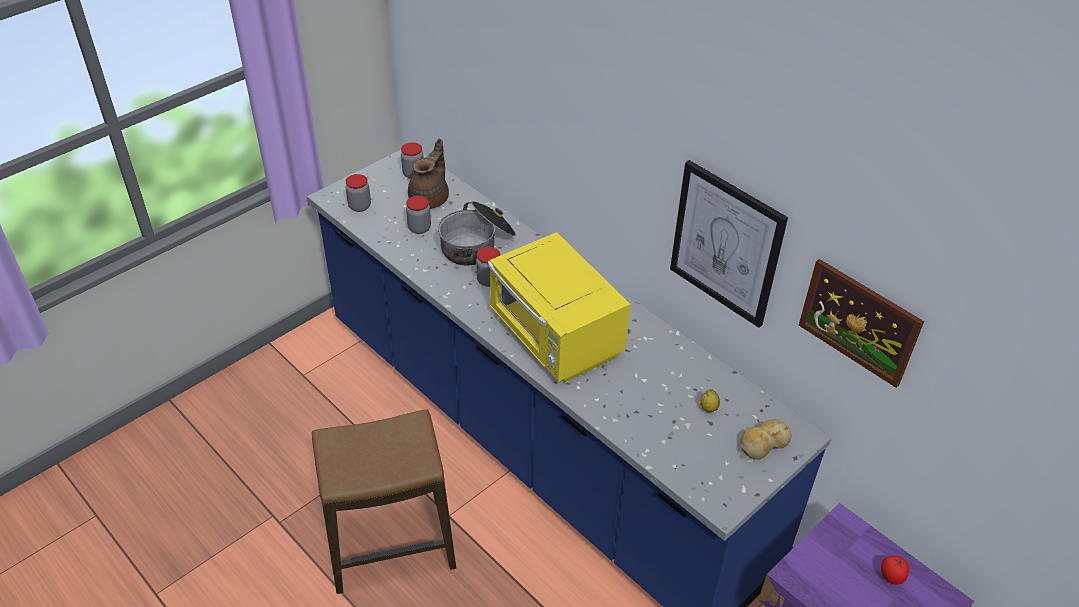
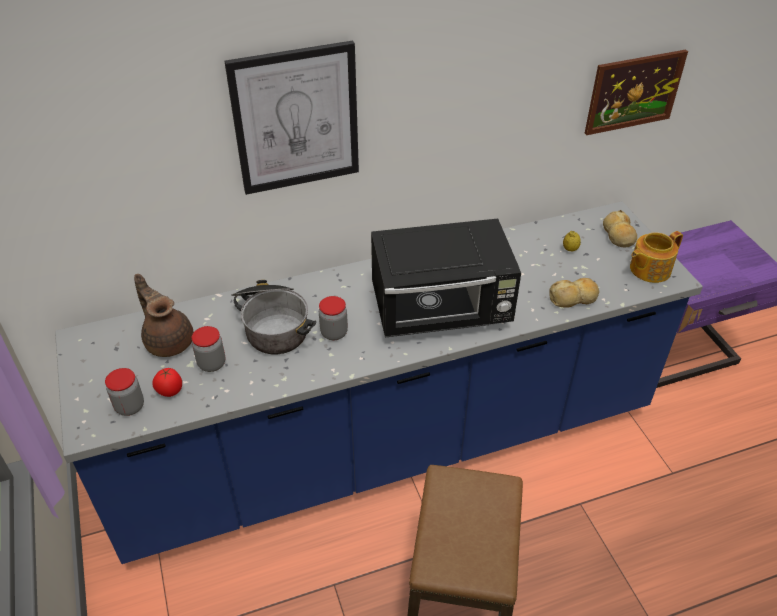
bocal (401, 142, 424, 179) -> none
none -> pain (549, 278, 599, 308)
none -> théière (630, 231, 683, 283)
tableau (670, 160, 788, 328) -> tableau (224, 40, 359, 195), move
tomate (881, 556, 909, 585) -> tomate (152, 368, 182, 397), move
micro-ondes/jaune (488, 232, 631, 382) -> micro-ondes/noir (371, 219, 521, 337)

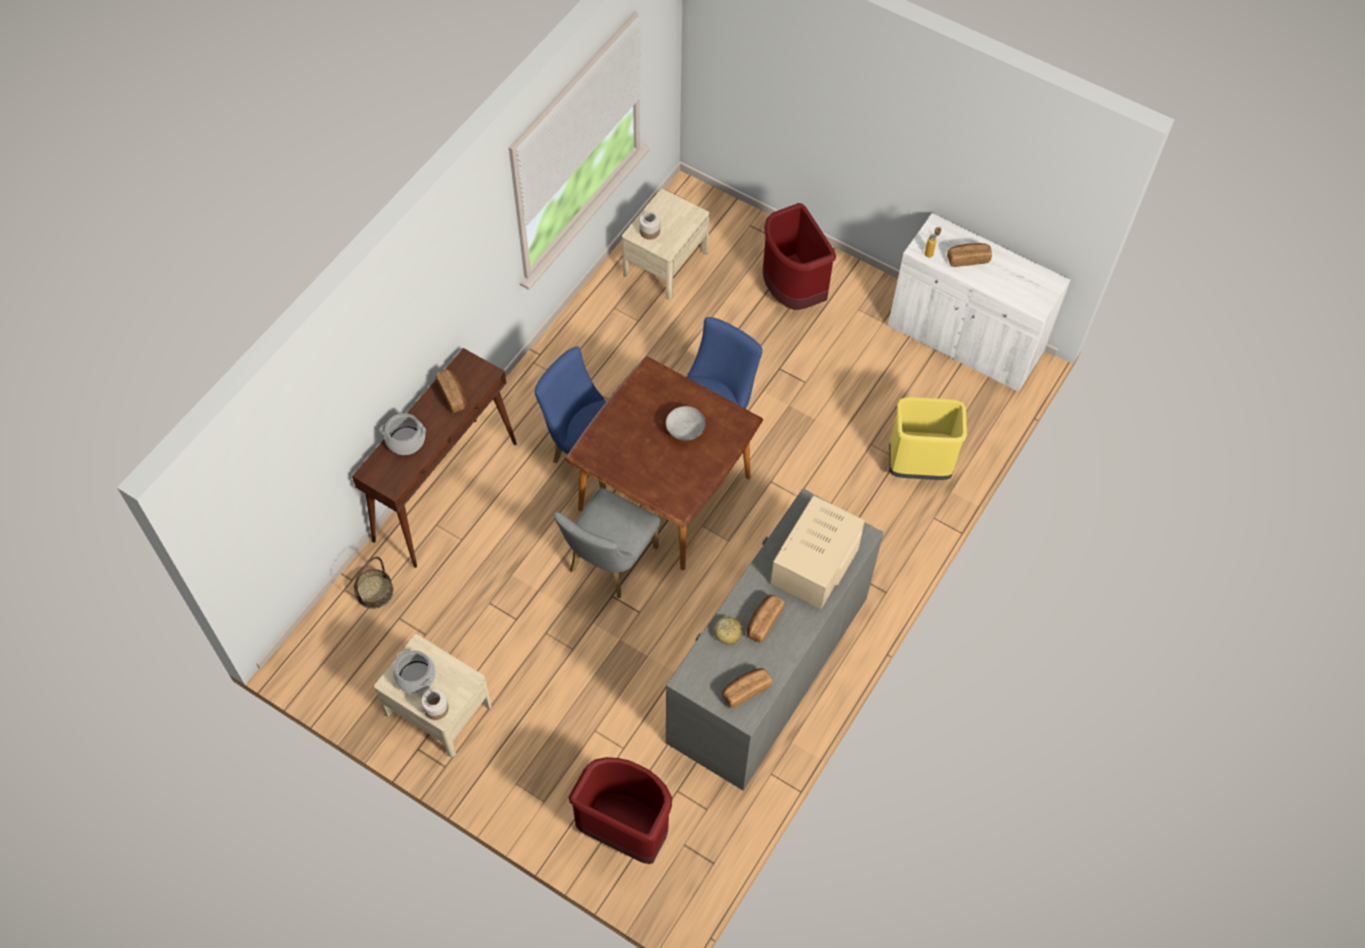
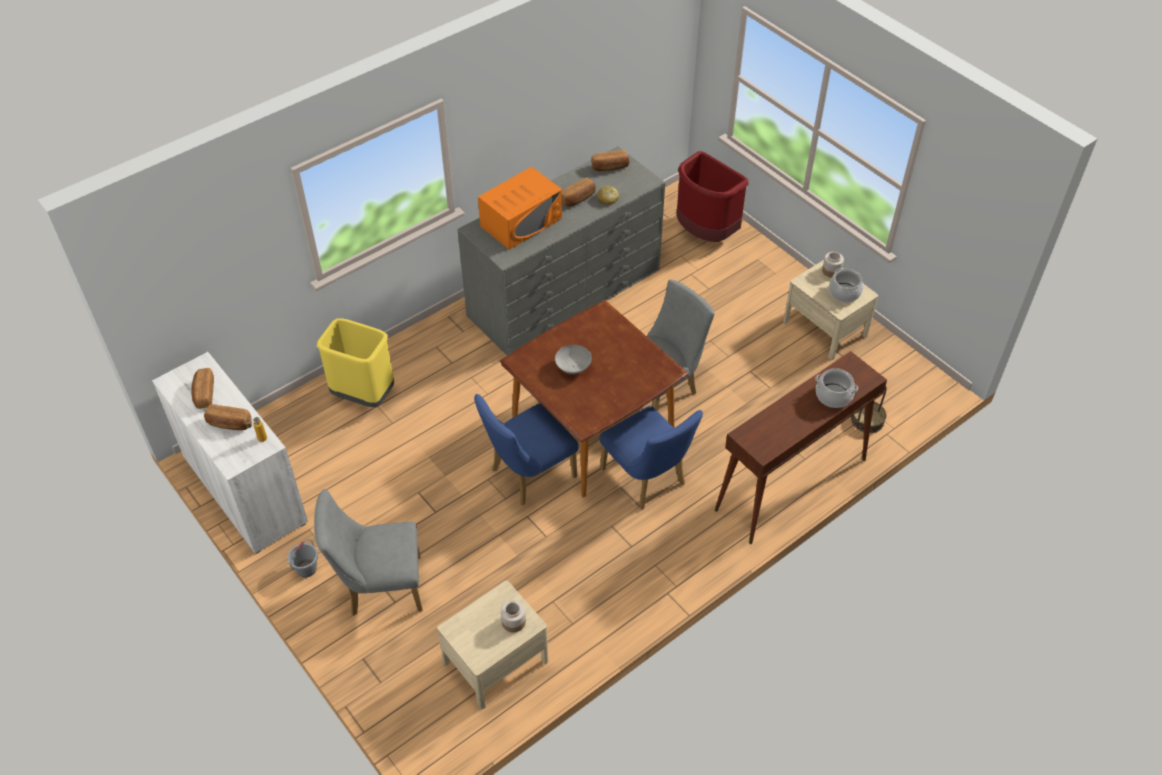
none -> seau/gris (287, 539, 318, 577)
pain (436, 369, 467, 413) -> pain (191, 368, 214, 409), move
poubelle/rouge (763, 203, 836, 310) -> chaise/gris (314, 489, 423, 616)
micro-ondes/beige (770, 496, 865, 610) -> micro-ondes/orange (478, 166, 562, 250)

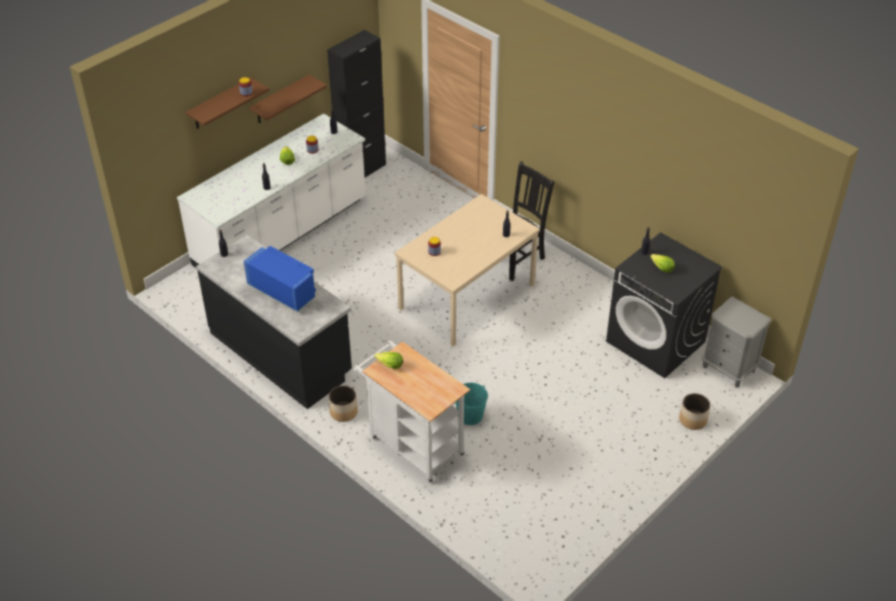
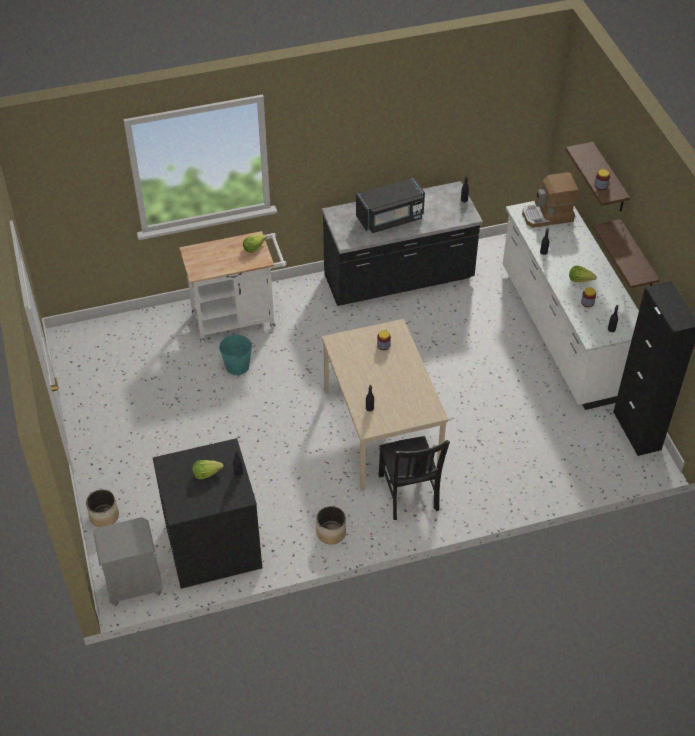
none -> machine à café (522, 172, 579, 228)
cache-pot (329, 386, 358, 422) -> cache-pot (316, 506, 346, 544), move
micro-ondes/bleu (244, 246, 316, 312) -> micro-ondes/noir (356, 178, 425, 233)

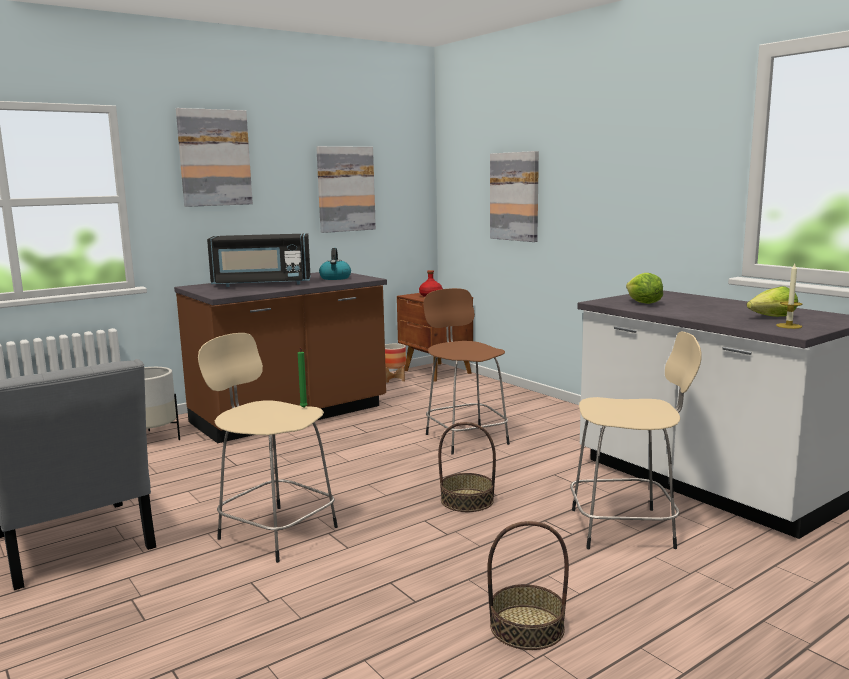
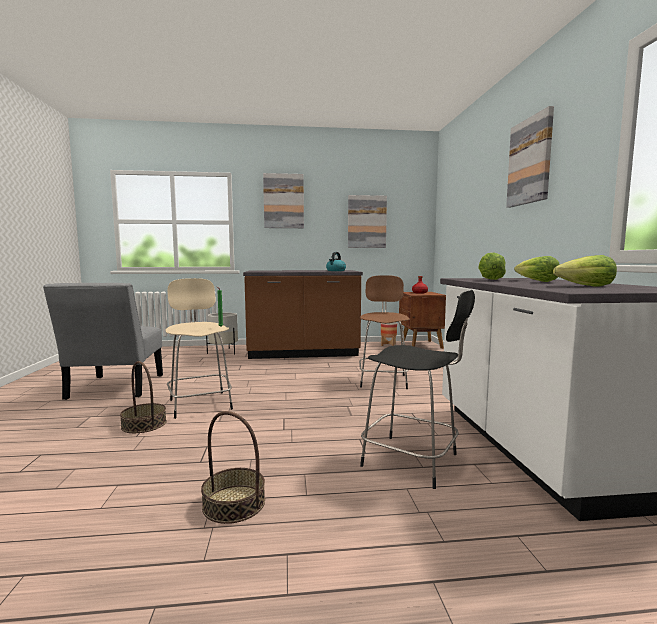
micro-ondes/noir (207, 233, 311, 287) -> none
bougie (776, 264, 802, 329) -> none
none -> laitue (514, 256, 560, 282)
panier (438, 422, 496, 512) -> panier (120, 361, 167, 433), move
tableau (490, 151, 539, 242) -> tableau (506, 106, 554, 208), move
tabouret/beige (570, 332, 702, 549) -> tabouret/noir (360, 290, 475, 489)

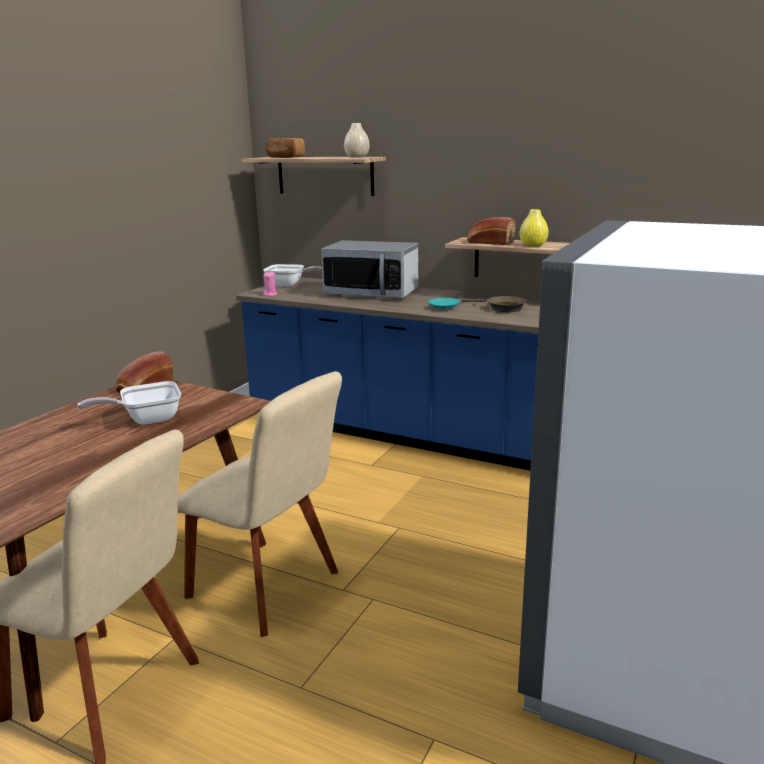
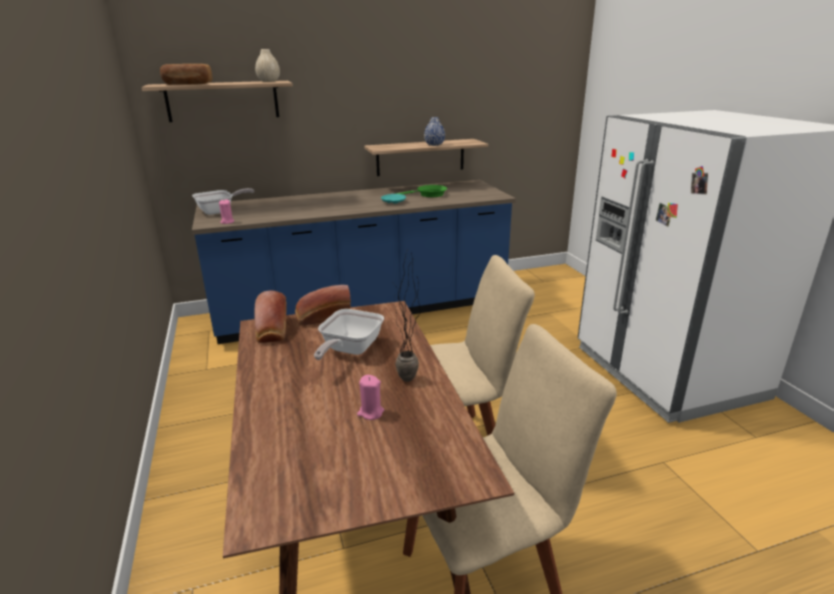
micro-ondes (321, 240, 418, 299) -> none
none -> bougie/rose (357, 375, 384, 420)
none -> plante en pot (394, 248, 420, 382)
pain (467, 217, 516, 245) -> pain (295, 285, 351, 325), move
poêle/marron (462, 296, 527, 312) -> poêle/vert (395, 185, 447, 197)
vase/jaune (520, 209, 549, 247) -> vase/bleu (424, 117, 445, 146)

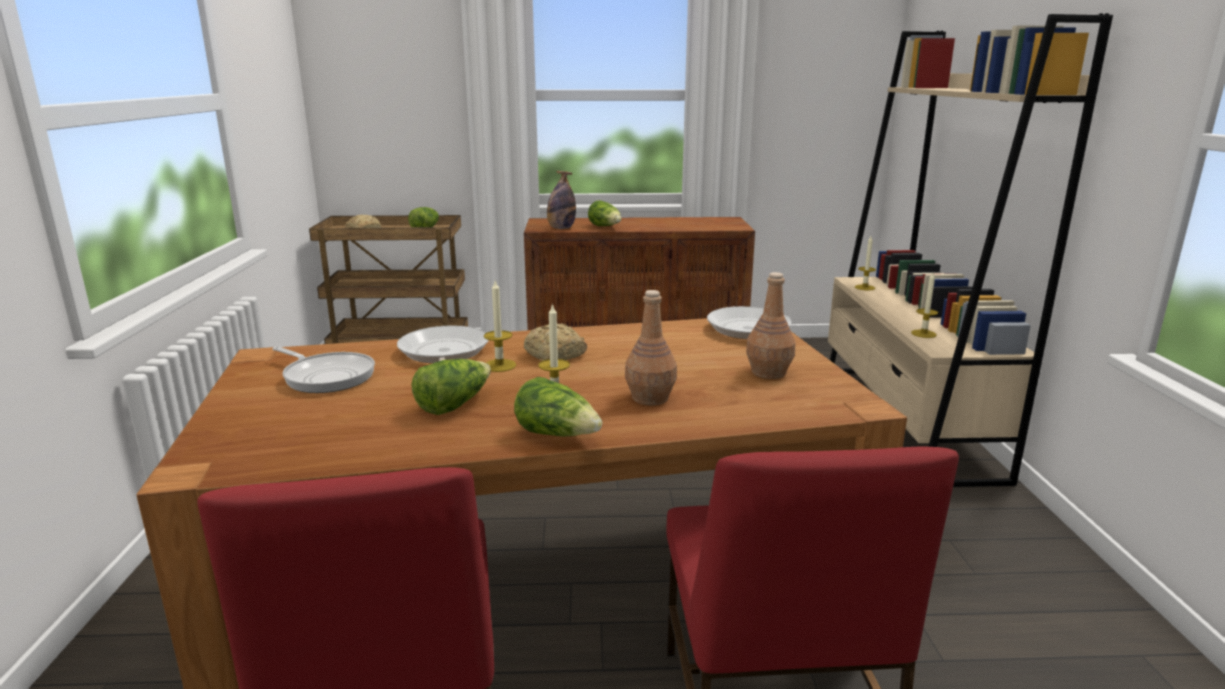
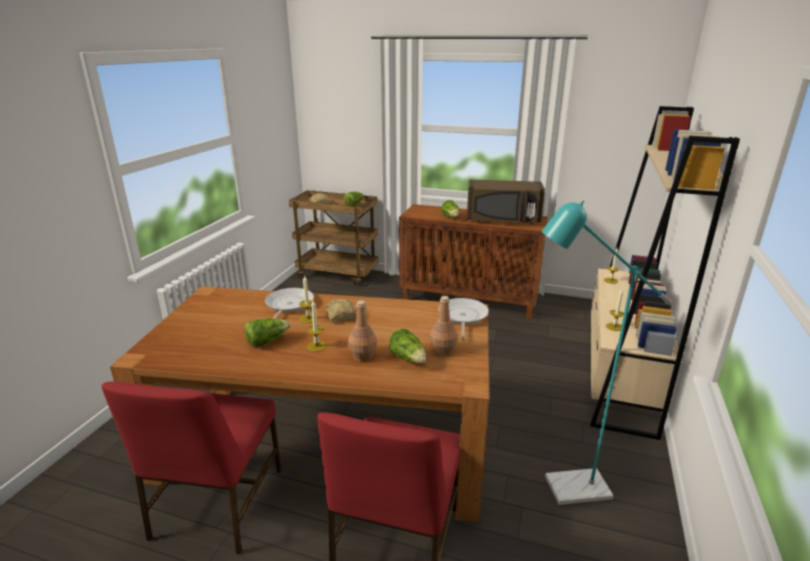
poêle (272, 346, 375, 393) -> none
bouteille (547, 171, 576, 229) -> none
none -> micro-ondes/marron (467, 179, 545, 224)
none -> lampadaire/turquoise (542, 200, 673, 505)
laitue (514, 377, 602, 436) -> laitue (389, 329, 426, 363), move

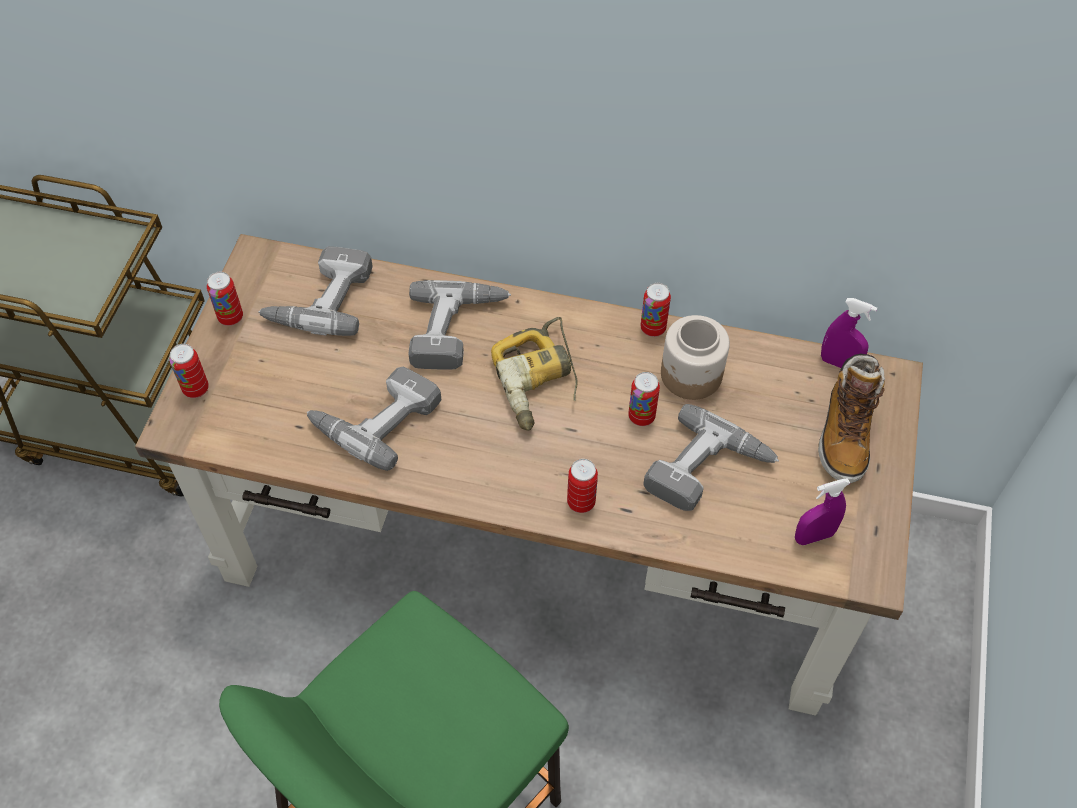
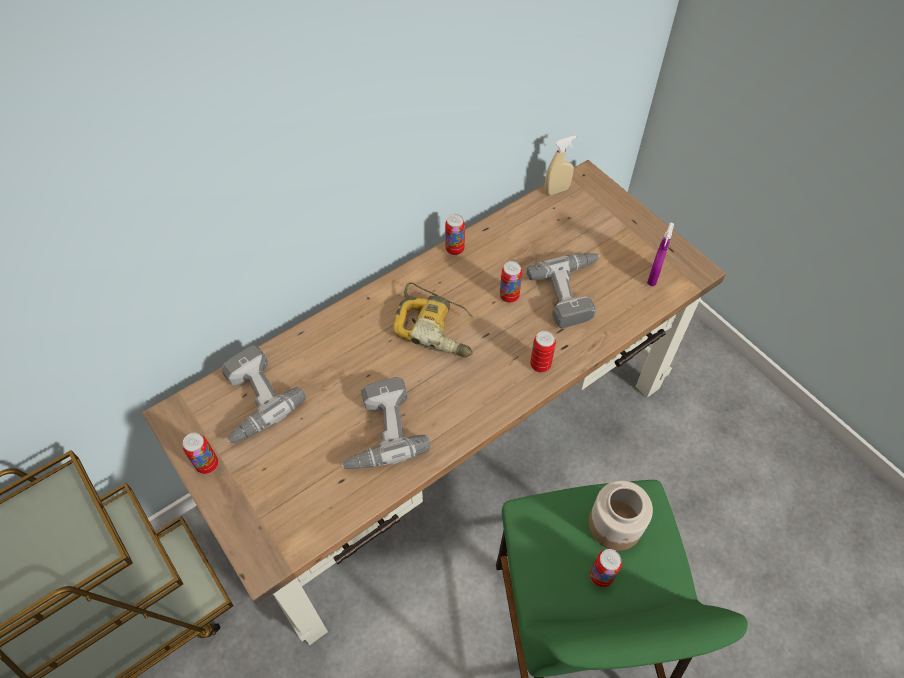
perceuse (409, 280, 511, 370) -> none
botte (818, 353, 885, 483) -> none
boîte métallique (170, 344, 209, 398) -> boîte métallique (590, 549, 622, 587), move
bocal (661, 315, 730, 400) -> bocal (589, 480, 653, 551), move
vaporisateur/violet (821, 298, 877, 368) -> vaporisateur/beige (545, 136, 576, 195)

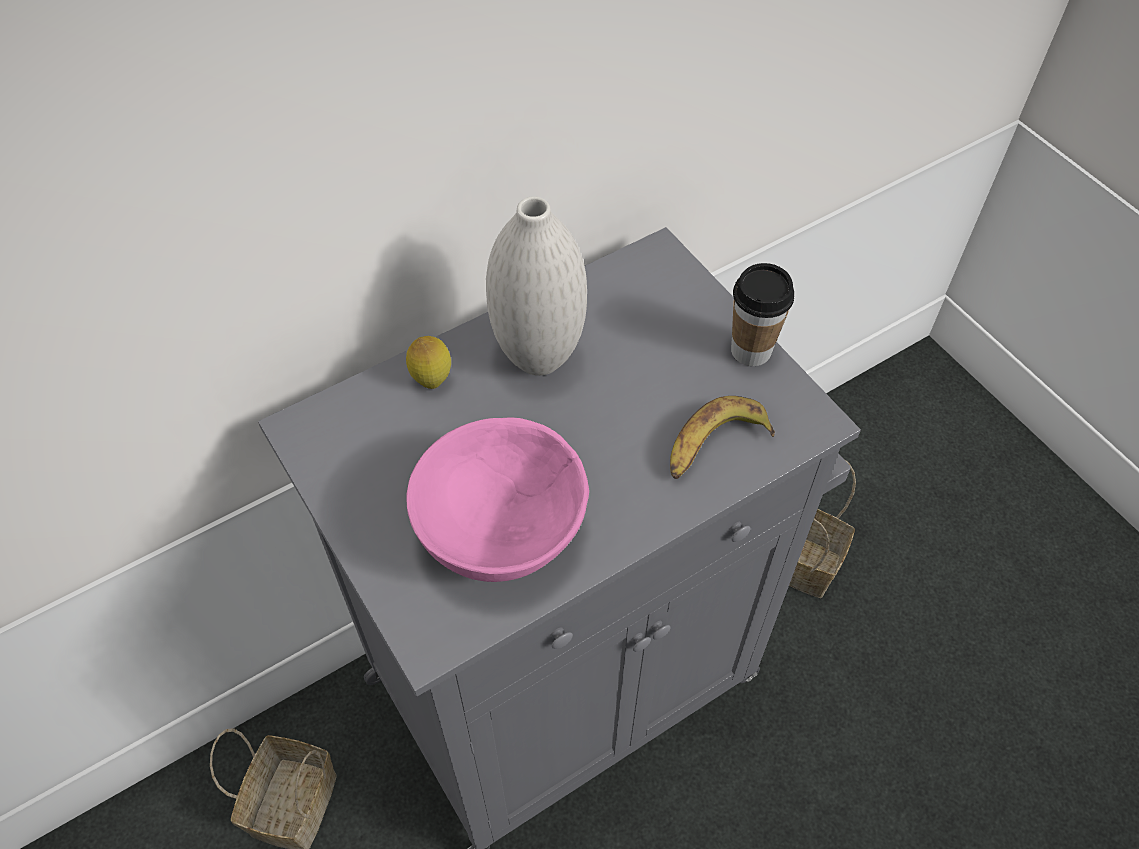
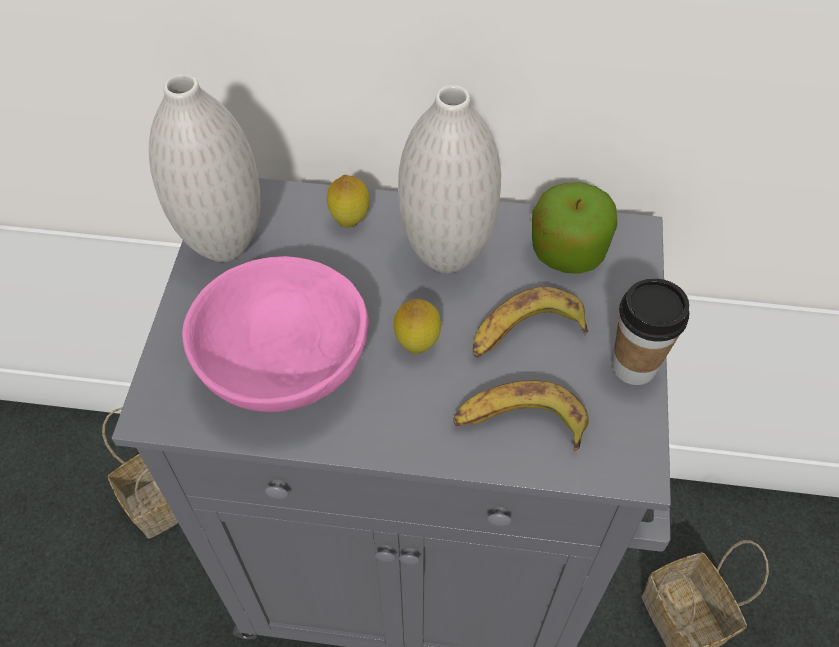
none -> vase/blanc (149, 74, 260, 262)
none -> citron (394, 299, 441, 354)
none -> banane (473, 287, 588, 358)
none -> pomme (532, 182, 617, 274)

